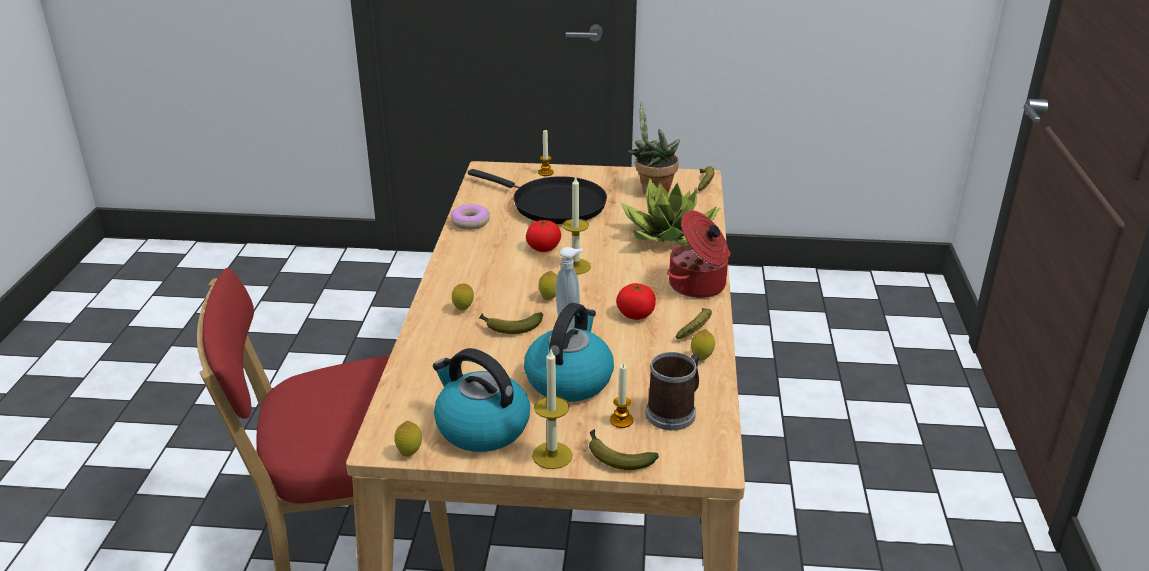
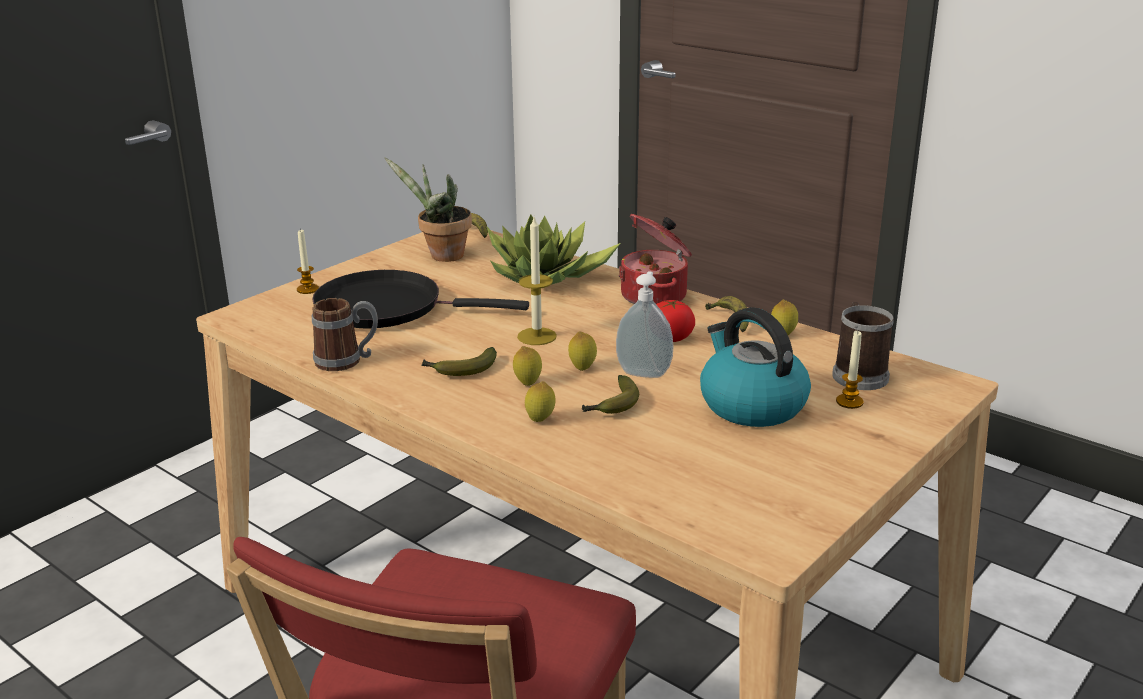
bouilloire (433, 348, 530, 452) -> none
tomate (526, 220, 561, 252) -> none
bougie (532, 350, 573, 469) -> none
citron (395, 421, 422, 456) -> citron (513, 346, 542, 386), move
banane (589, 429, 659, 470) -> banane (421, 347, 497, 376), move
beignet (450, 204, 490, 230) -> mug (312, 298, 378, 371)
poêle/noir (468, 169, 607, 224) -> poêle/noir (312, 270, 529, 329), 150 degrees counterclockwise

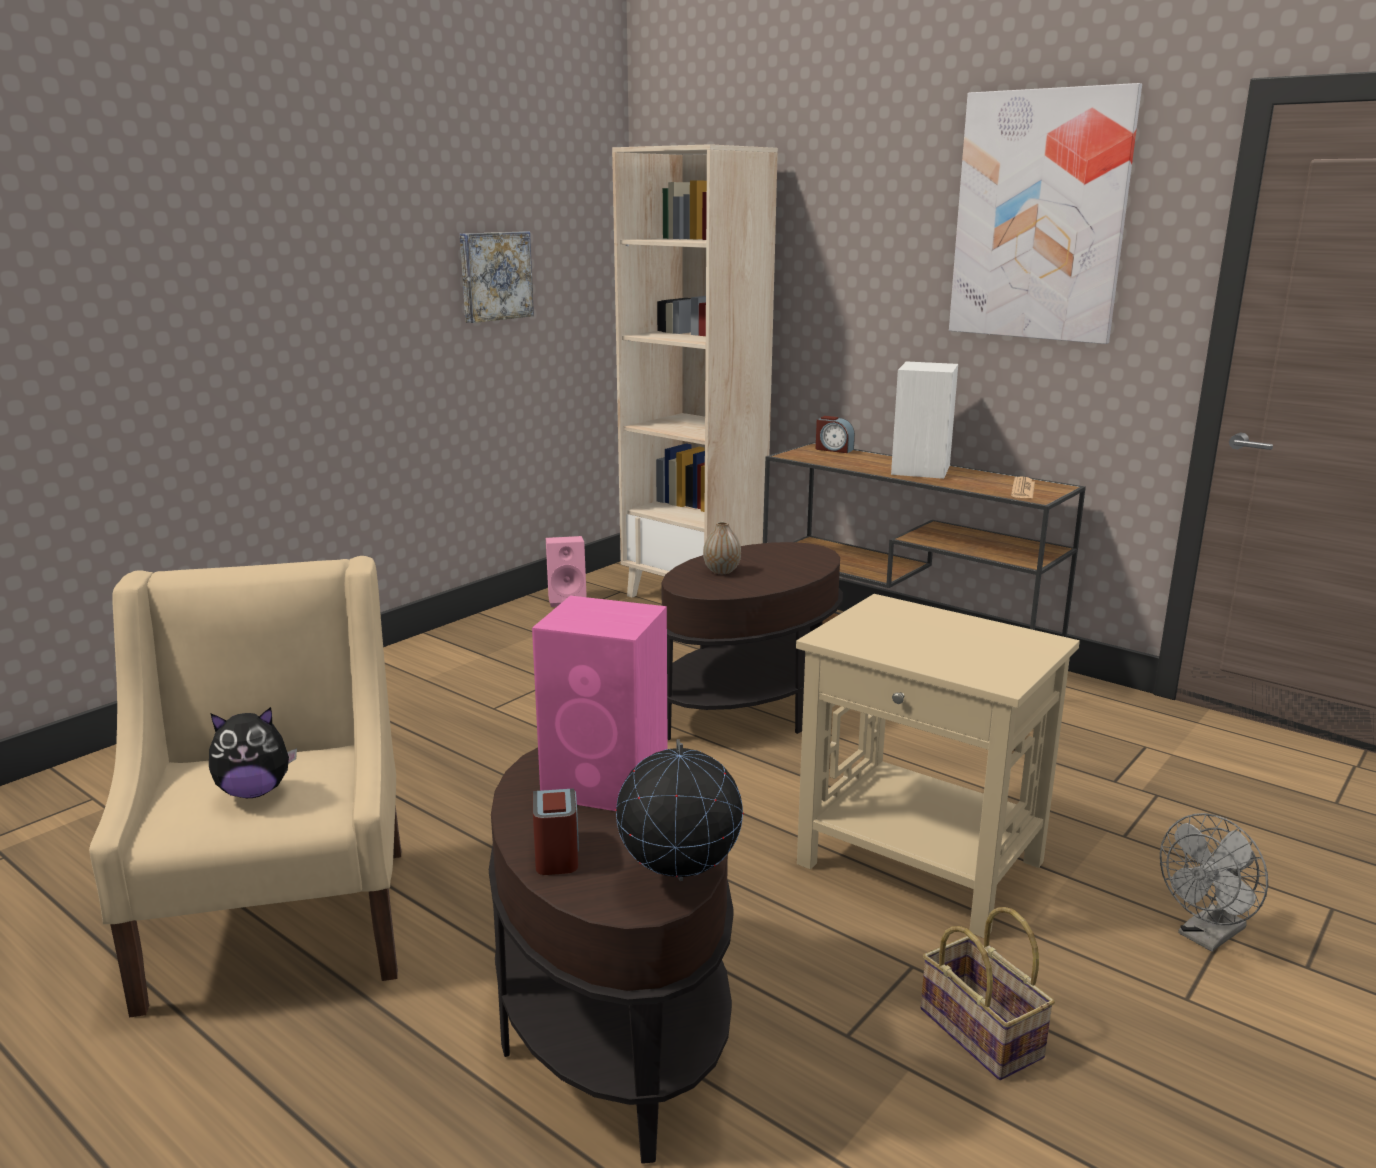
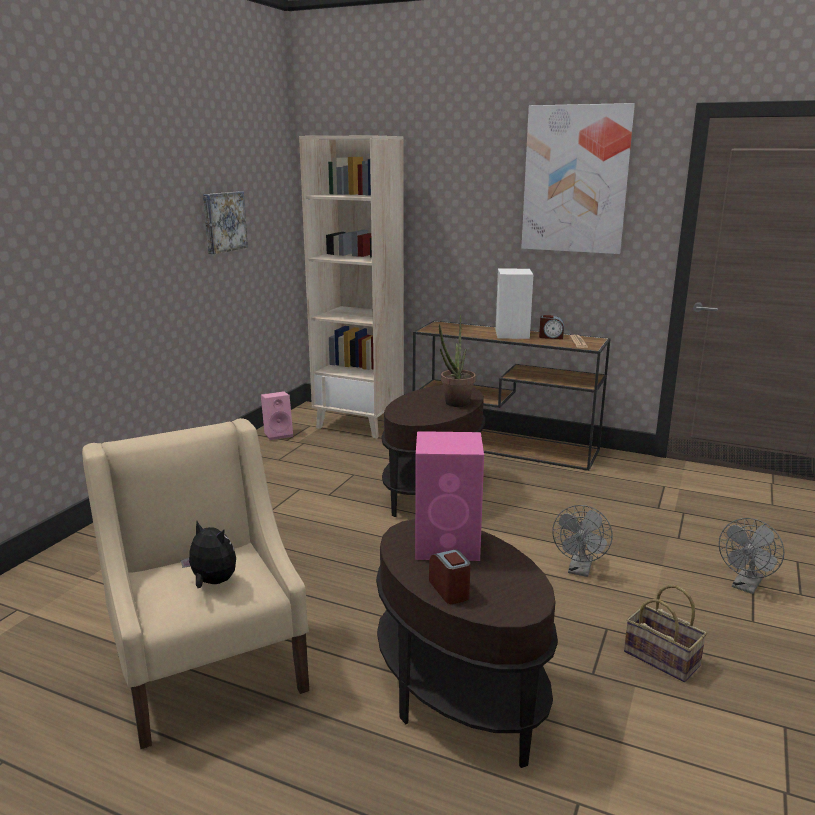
globe (616, 739, 744, 881) -> none
vase (703, 521, 741, 574) -> none
none -> plante en pot (439, 315, 476, 407)
réveil (816, 416, 855, 453) -> réveil (539, 315, 564, 339), move
table d'appoint/beige (796, 594, 1080, 938) -> ventilateur/gris (552, 505, 612, 577)
peluche (209, 707, 297, 798) -> peluche (181, 521, 236, 588), 120 degrees counterclockwise

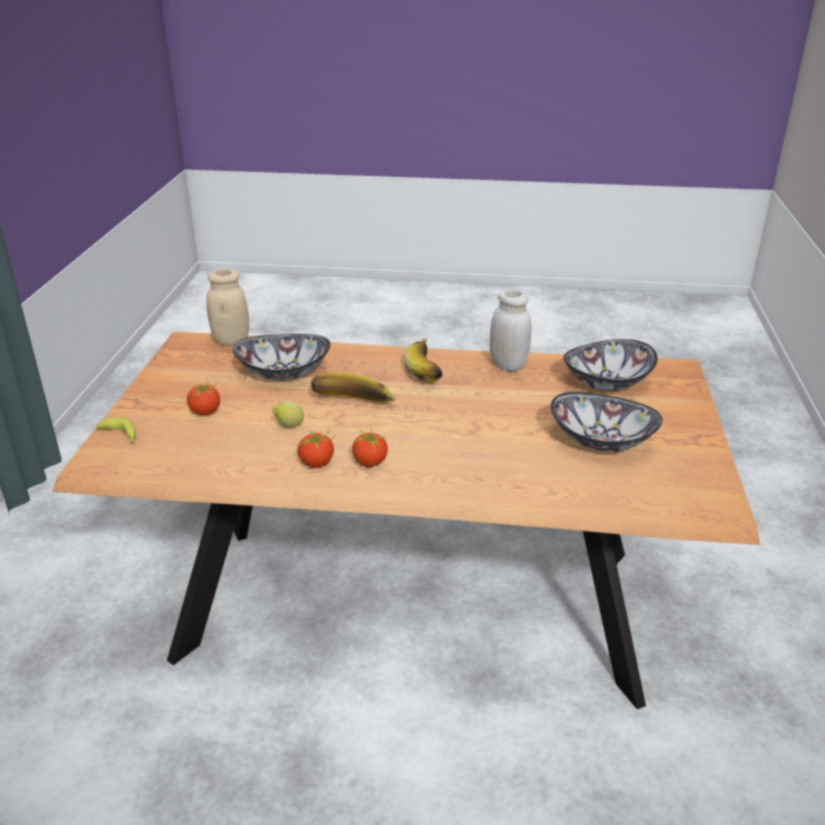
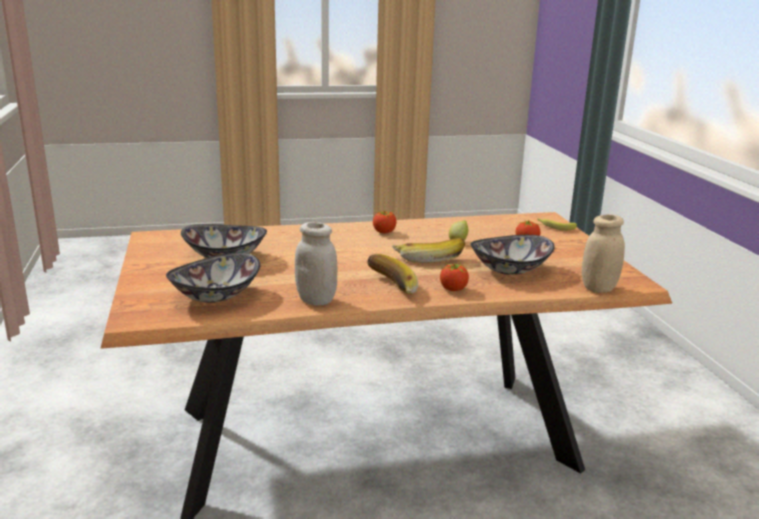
tomate (298, 430, 335, 468) -> tomate (440, 263, 469, 291), move

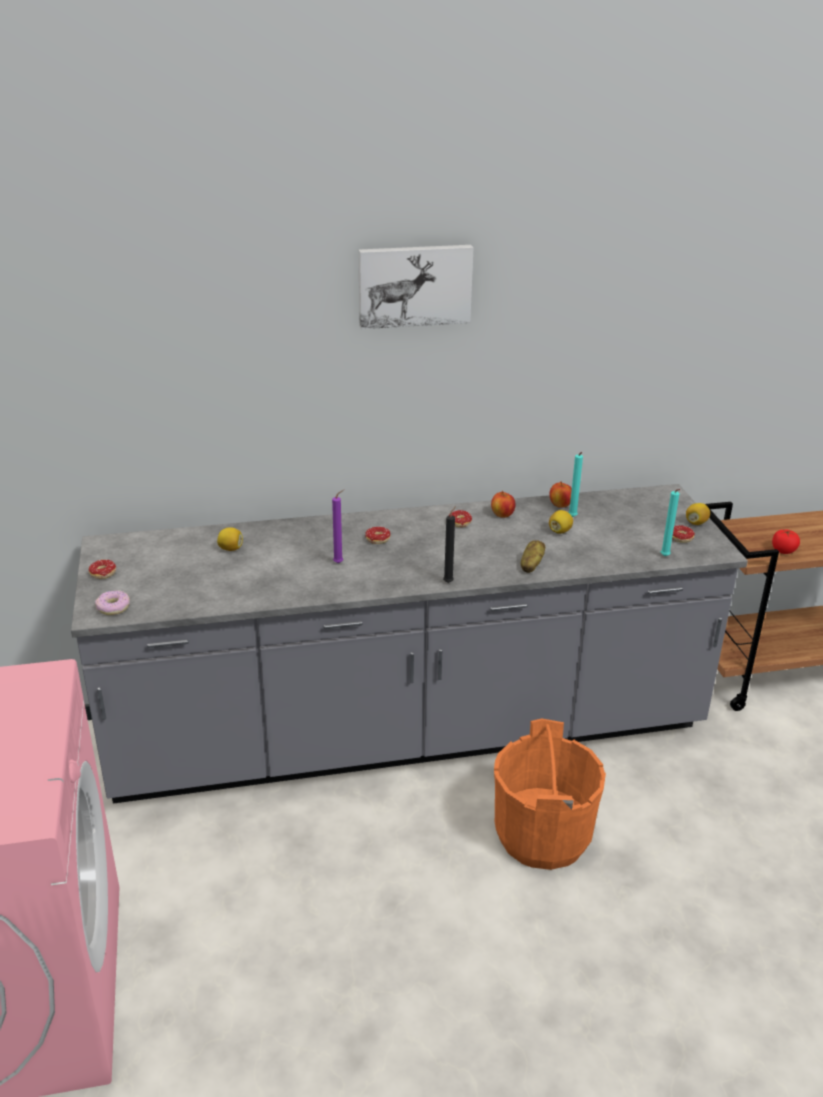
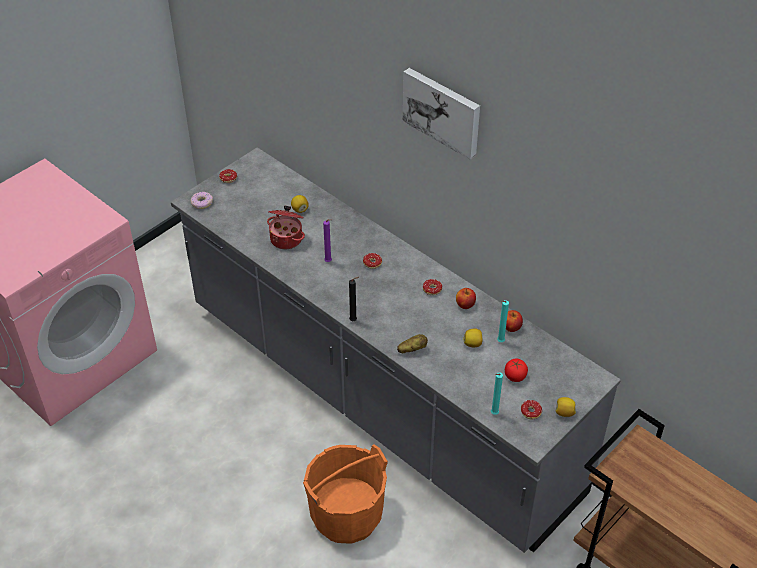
none -> marmite (267, 206, 305, 249)
tomate (772, 529, 800, 554) -> tomate (505, 359, 528, 382), move

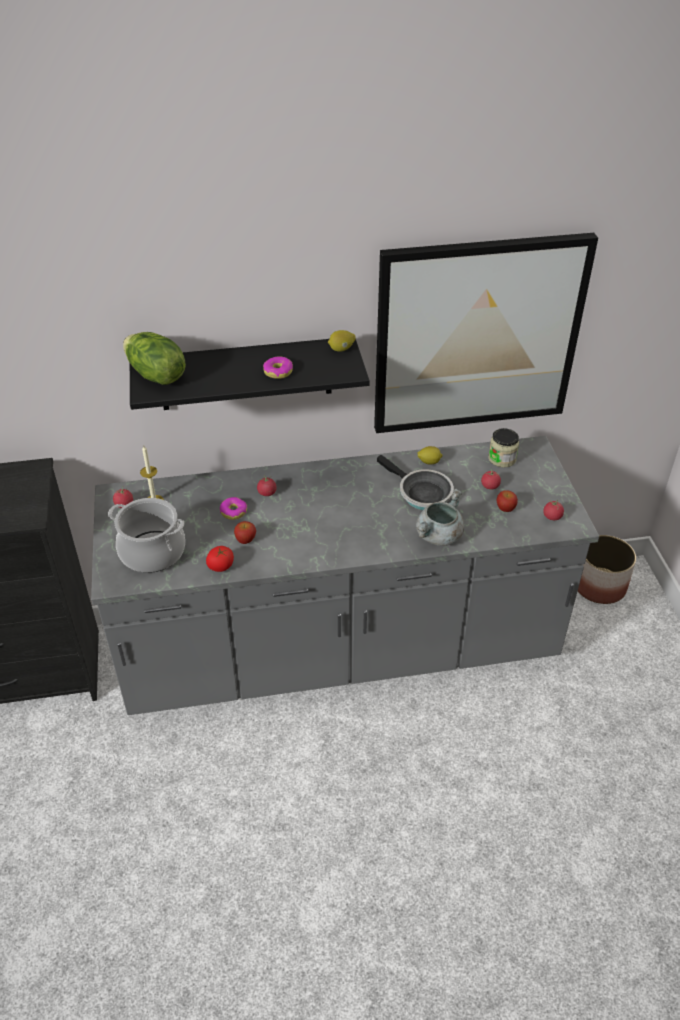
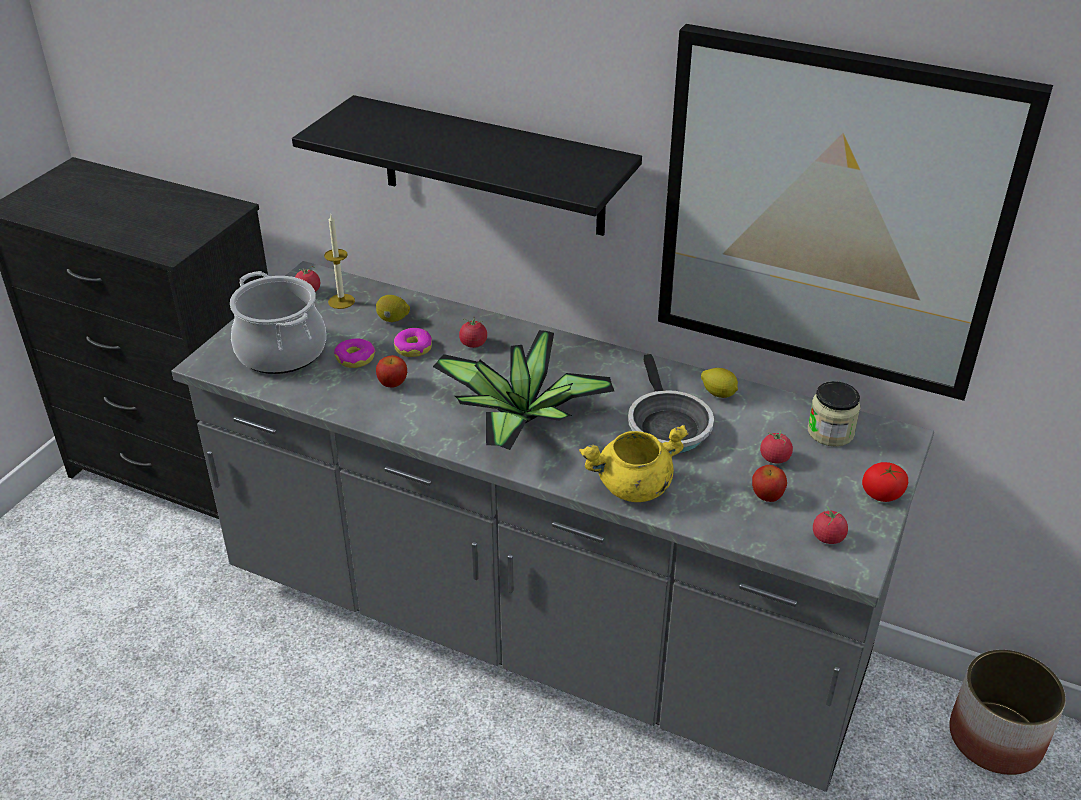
laitue (123, 332, 186, 385) -> none
none -> plante en pot (433, 330, 614, 450)
tomate (206, 546, 234, 572) -> tomate (862, 462, 908, 502), move
beignet (263, 356, 293, 379) -> beignet (334, 339, 375, 368), move
citron (328, 330, 356, 352) -> citron (376, 295, 410, 322), move
marmite/gris (416, 488, 464, 546) -> marmite/jaune (579, 425, 689, 502)

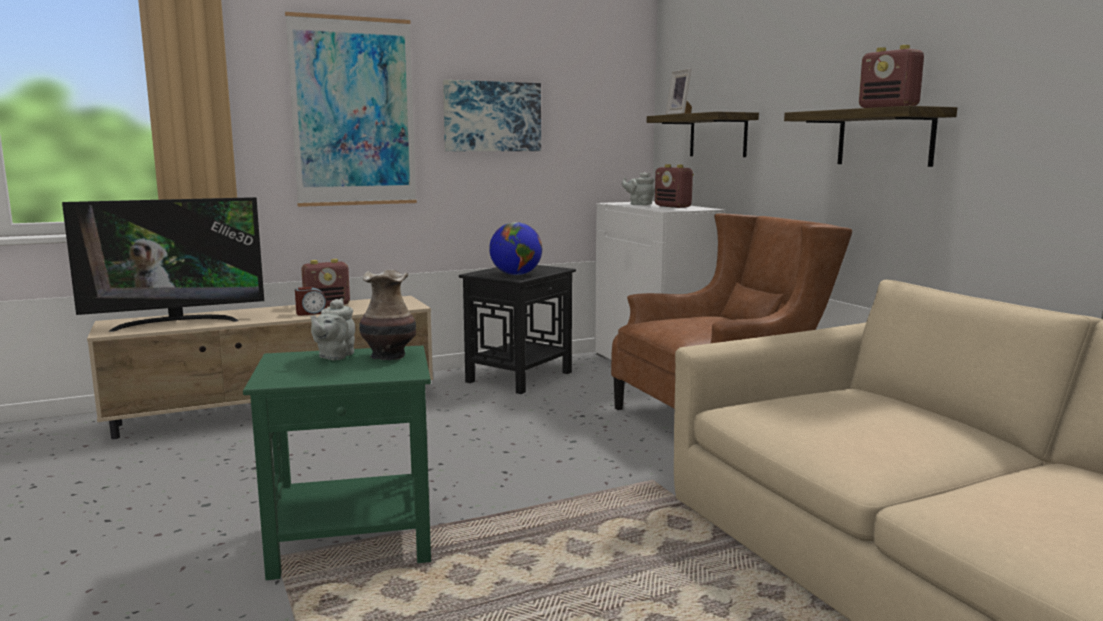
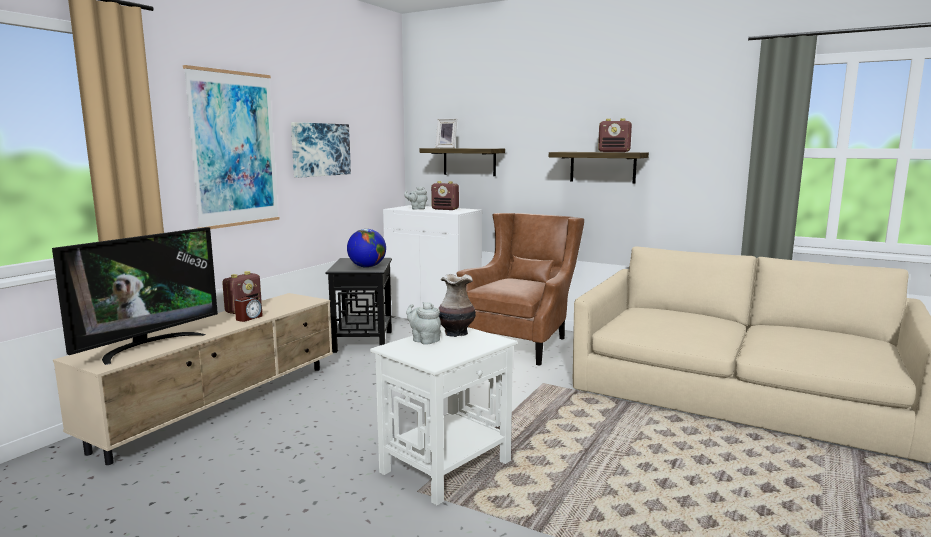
table d'appoint/vert (243, 345, 431, 580) -> table d'appoint/blanc (370, 326, 518, 505)
théière/gris (310, 298, 355, 360) -> théière/gris (406, 302, 441, 345), 150 degrees clockwise

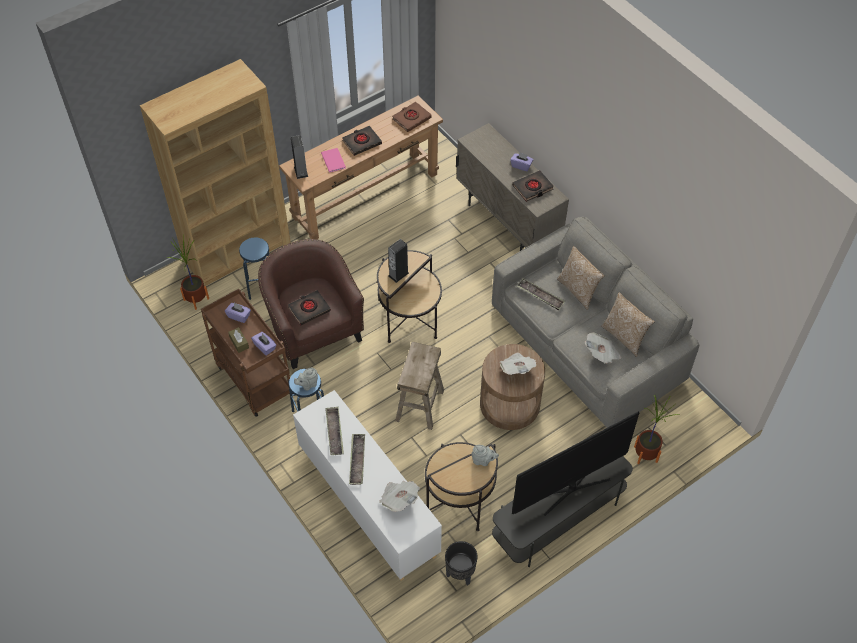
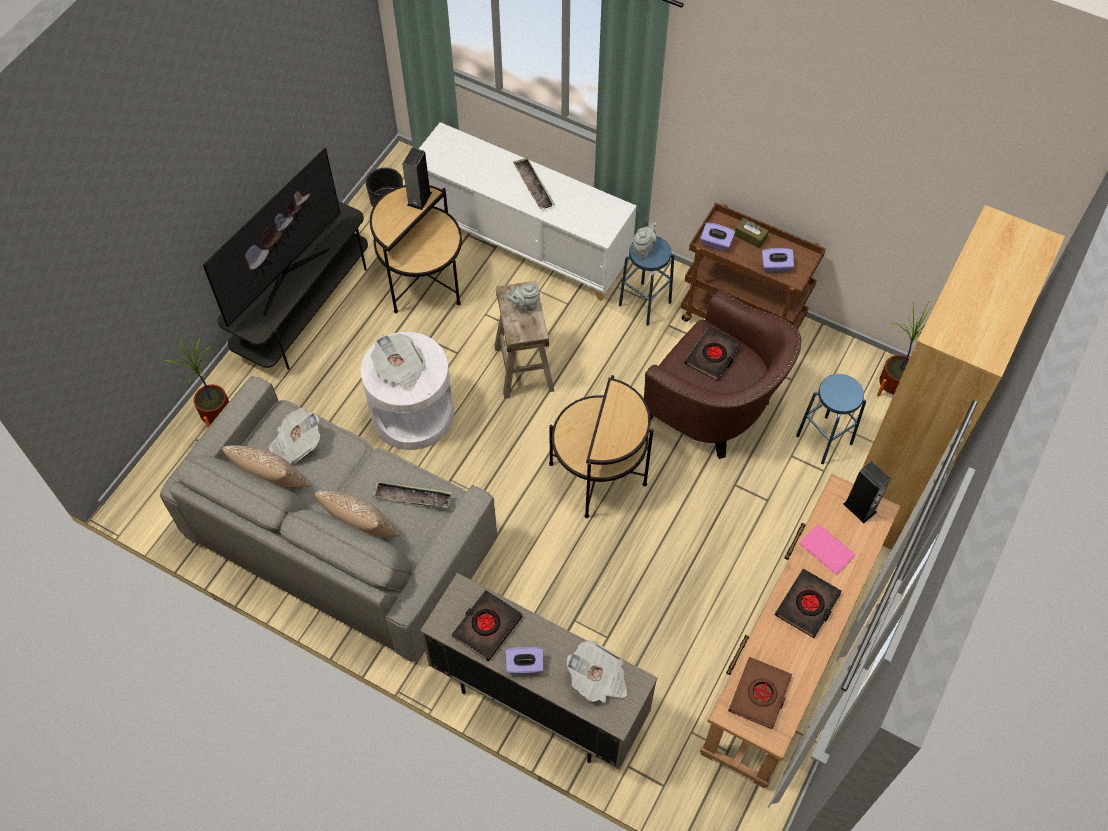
plateau (325, 407, 344, 455) -> none
journal (379, 481, 420, 512) -> journal (567, 641, 627, 703), move
enceinte (388, 239, 409, 283) -> enceinte (402, 147, 432, 210), move
théière/gris (472, 445, 499, 466) -> théière/gris (506, 283, 540, 313), move
table d'appoint/marron (480, 344, 545, 430) -> table d'appoint/blanc (361, 332, 454, 450)

